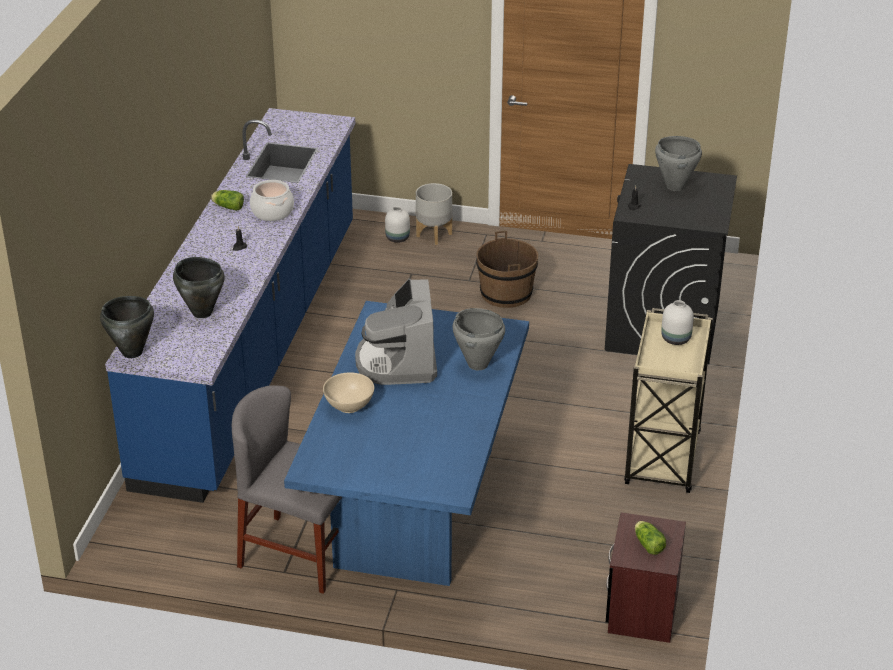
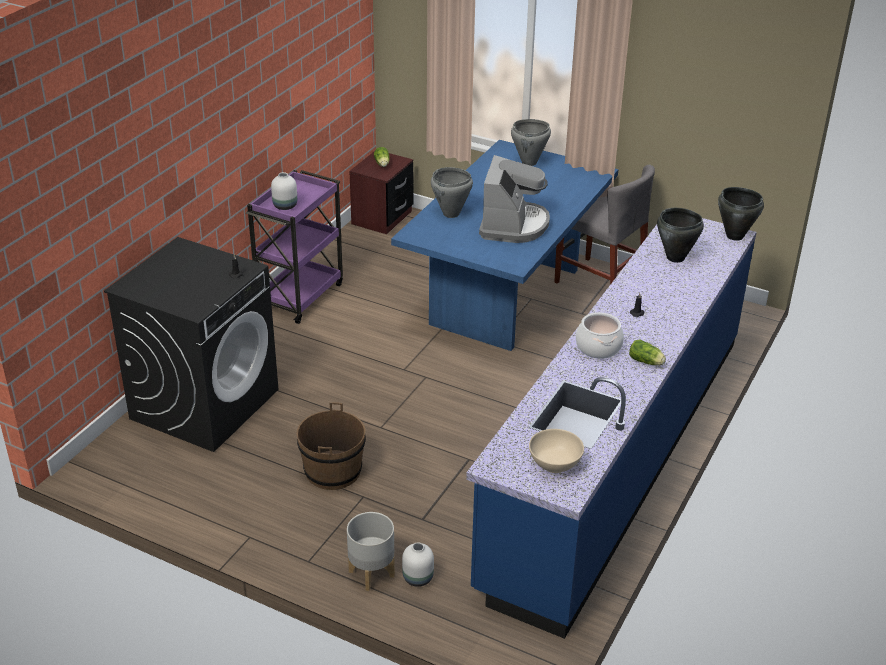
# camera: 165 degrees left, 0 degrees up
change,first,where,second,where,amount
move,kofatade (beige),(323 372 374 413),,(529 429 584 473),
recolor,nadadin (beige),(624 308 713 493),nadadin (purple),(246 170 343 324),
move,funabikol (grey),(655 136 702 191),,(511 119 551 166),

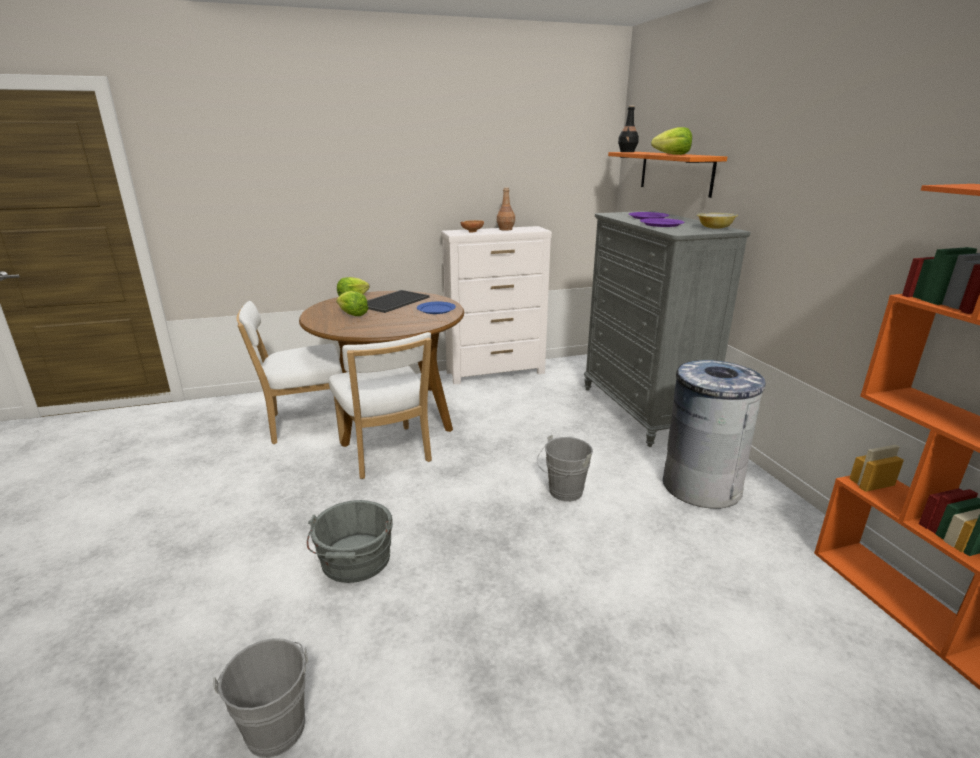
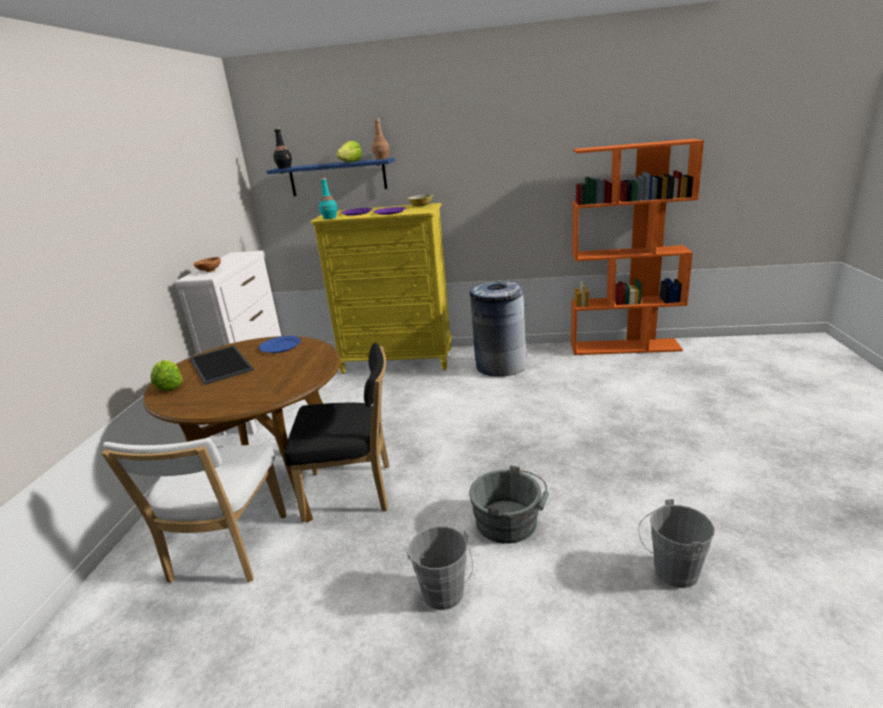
# camera: 65 degrees left, 0 degrees up
change,first,where,second,where,amount
recolor,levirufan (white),(329 332 432 479),levirufan (black),(284 343 390 522),
delete,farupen,(336 291 368 316),,,
move,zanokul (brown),(497 187 515 231),,(372 118 390 160),
move,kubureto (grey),(537 435 593 502),,(406 526 473 610),
recolor,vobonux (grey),(584 211 751 447),vobonux (yellow),(311 203 452 374),
recolor,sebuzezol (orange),(608 152 727 198),sebuzezol (blue),(267 158 395 196),
insert,,,zanokul (turquoise),(319 178 338 219),

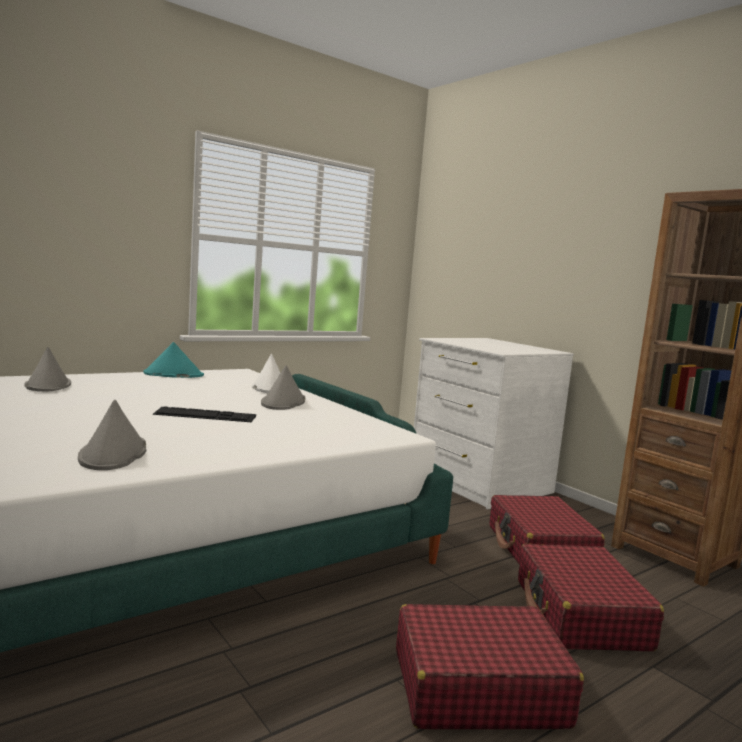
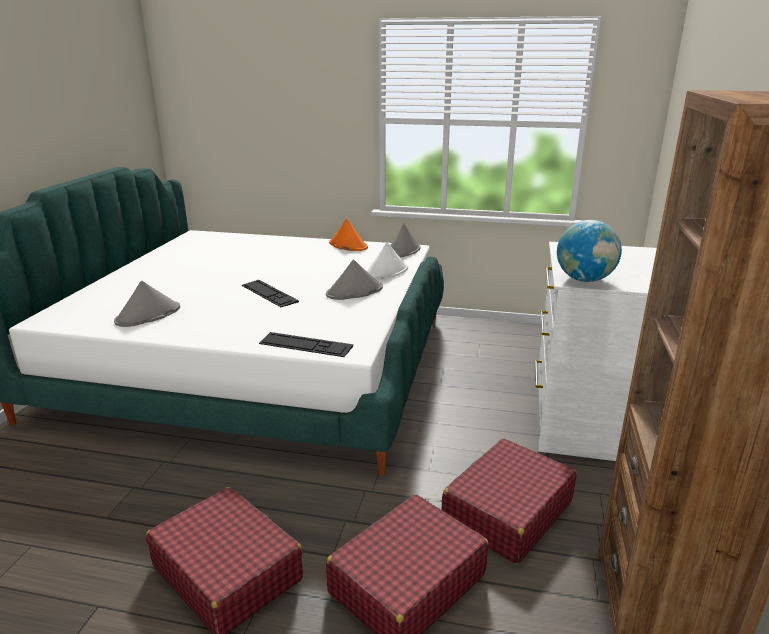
# camera: 50 degrees right, 15 degrees up
change,first,where,second,where,amount
move,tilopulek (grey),(25 347 71 392),,(390 223 421 257),
recolor,tilopulek (turquoise),(143 342 204 378),tilopulek (orange),(329 218 368 251),
insert,,,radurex,(259 332 353 357),
insert,,,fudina,(557 220 622 282),

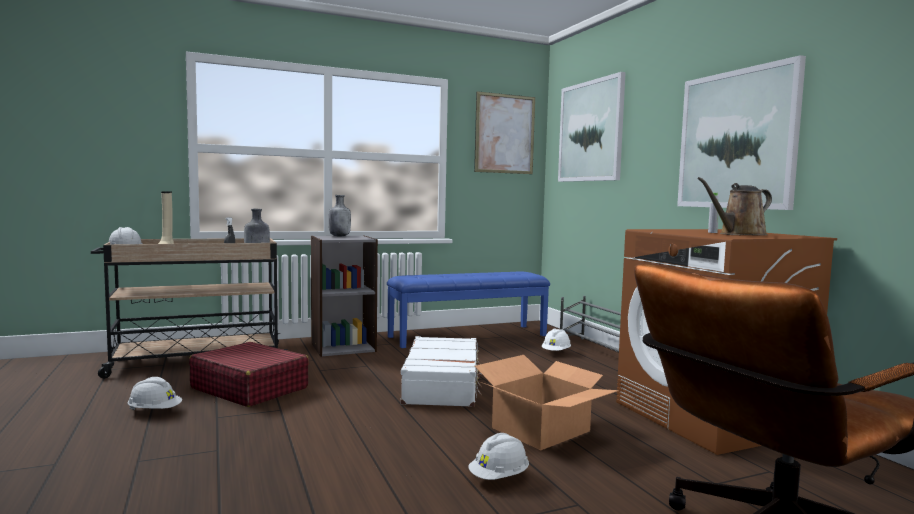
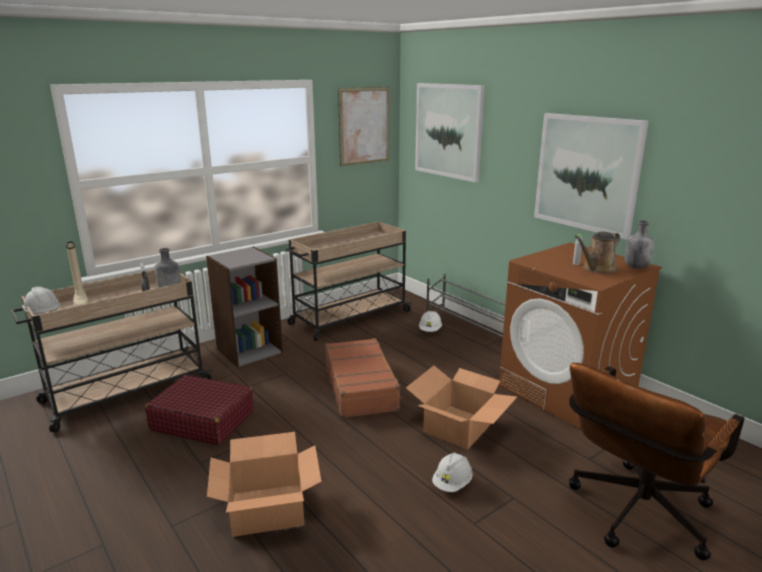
# camera: 15 degrees left, 15 degrees up
change,first,where,second,where,amount
delete,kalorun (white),(127 377 182 410),,,
move,zanokul (grey),(329 195 351 237),,(625 220 654 269),
replace,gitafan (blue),(387 271 550 348),nadadin (beige),(286 222 412 341),
recolor,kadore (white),(400 336 482 407),kadore (brown),(325 338 402 418),
insert,,,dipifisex,(207 432 322 537),

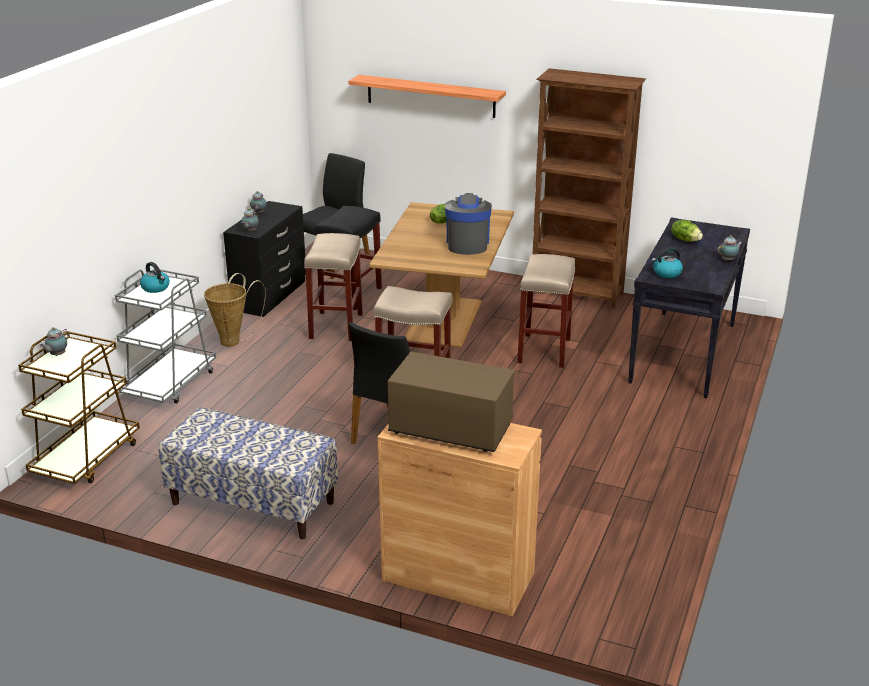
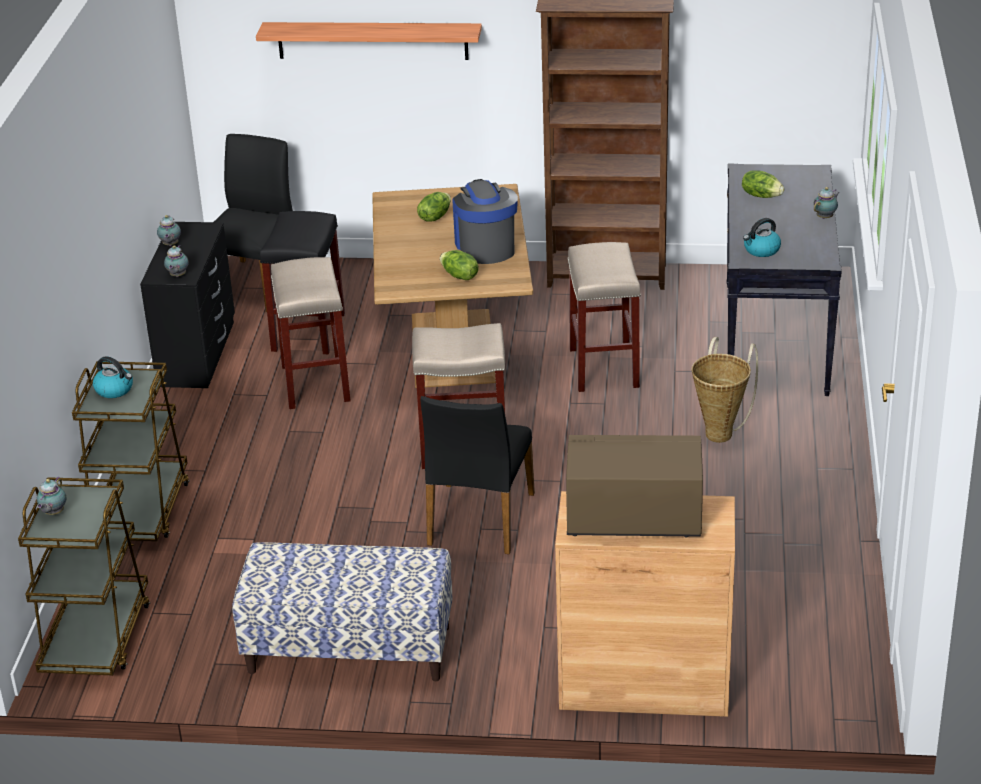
# camera: 15 degrees left, 5 degrees up
change,first,where,second,where,amount
recolor,nadadin (grey),(115 269 216 404),nadadin (brown),(72 361 190 541),
move,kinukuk,(204 273 266 347),,(691 337 758 443),
insert,,,farupen,(440 250 479 280),

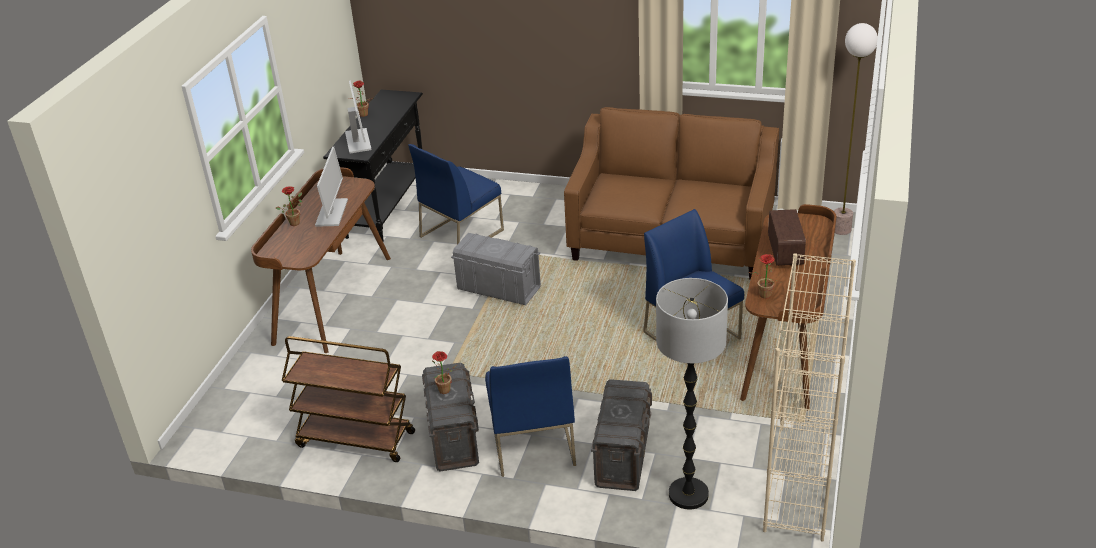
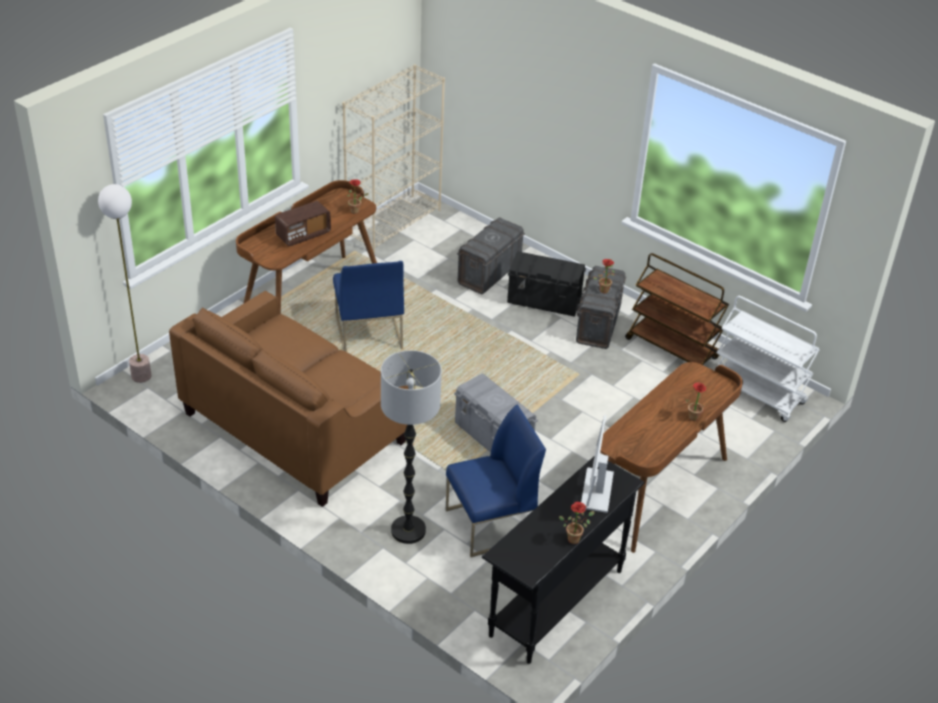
# camera: 160 degrees left, 5 degrees up
change,first,where,second,where,amount
delete,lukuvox,(315 147 348 227),,,
replace,levirufan (blue),(485 356 576 477),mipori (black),(507 251 586 317),
move,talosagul,(656 278 728 510),,(381 350 442 544),
rotate,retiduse,(768 209 806 266),,(275 201 331 246),150 degrees counterclockwise
insert,,,nadadin (white),(717 296 820 422),

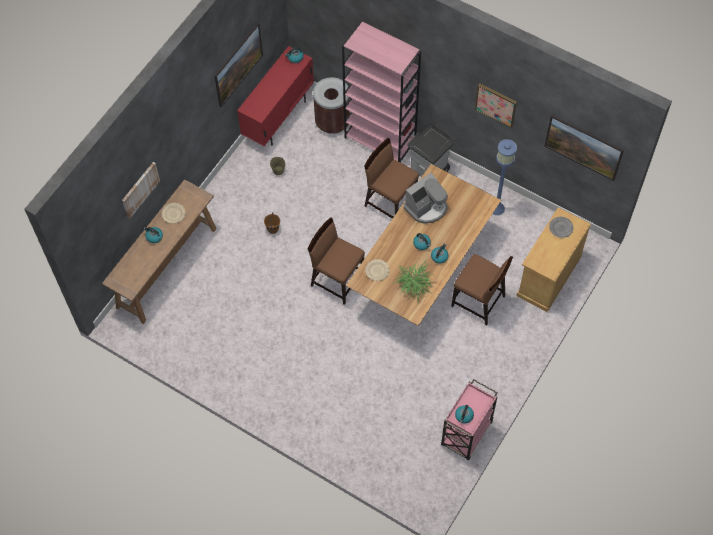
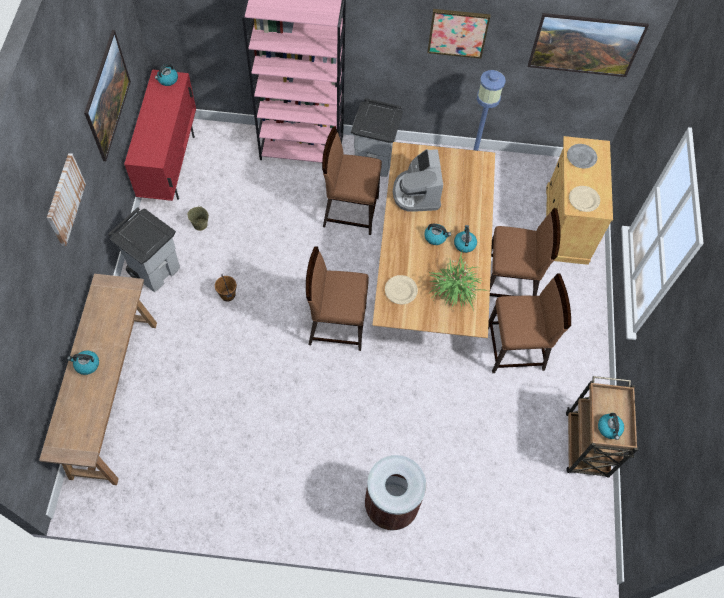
# camera: 30 degrees left, 0 degrees up
change,first,where,second,where,amount
move,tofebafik,(122 162 160 219),,(47 153 86 246),
move,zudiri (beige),(162 203 185 224),,(569 186 600 212),
move,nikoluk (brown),(313 77 350 134),,(365 455 426 531),
rotate,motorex,(404 173 448 224),,(393 149 443 212),150 degrees clockwise
recolor,nadadin (pink),(441 379 498 460),nadadin (brown),(566 376 638 478),
insert,,,nikoluk (grey),(108 207 180 292),
insert,,,levirufan (brown),(488 273 571 373),

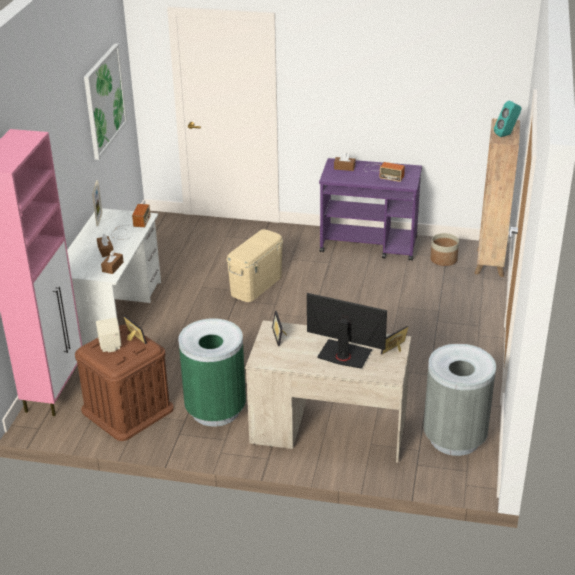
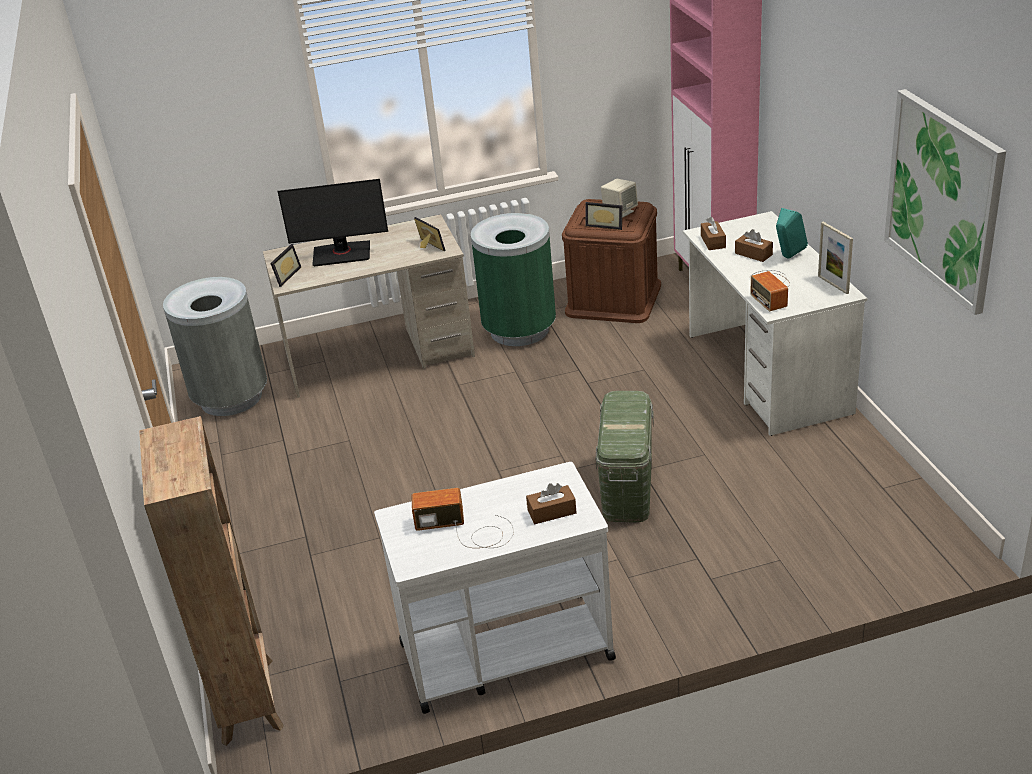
# camera: 155 degrees right, 0 degrees up
change,first,where,second,where,amount
recolor,mipori (beige),(227 229 283 302),mipori (green),(595 391 654 522),
recolor,nadadin (purple),(319 158 422 261),nadadin (white),(374 462 616 714),
delete,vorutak,(430 233 459 266),,,
move,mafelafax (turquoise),(494 101 522 137),,(776 208 808 258),

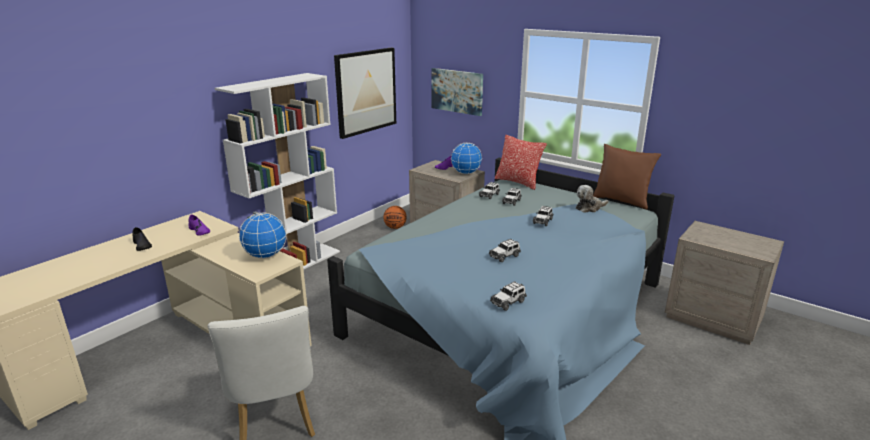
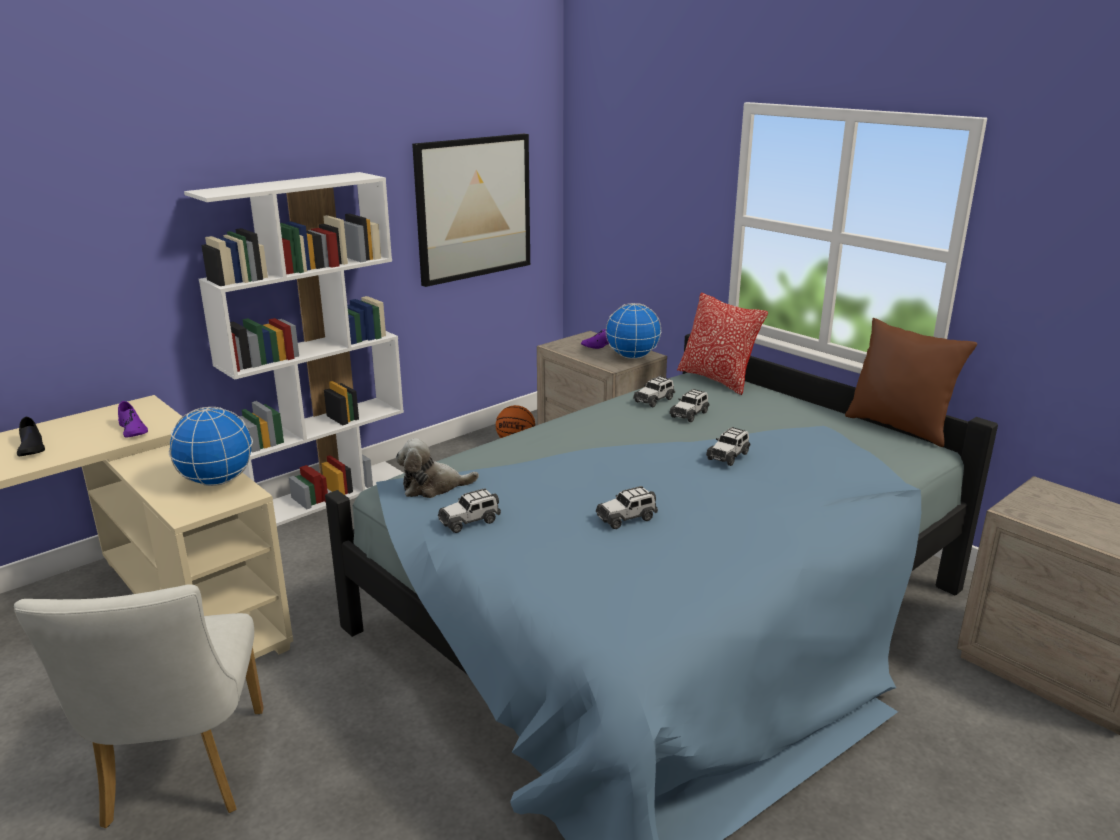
# camera: 10 degrees right, 0 degrees up
change,first,where,second,where,amount
delete,tofebafik,(431 68 483 116),,,
move,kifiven,(490 281 527 311),,(438 488 501 533),
move,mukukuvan,(576 185 608 212),,(396 438 479 498),

